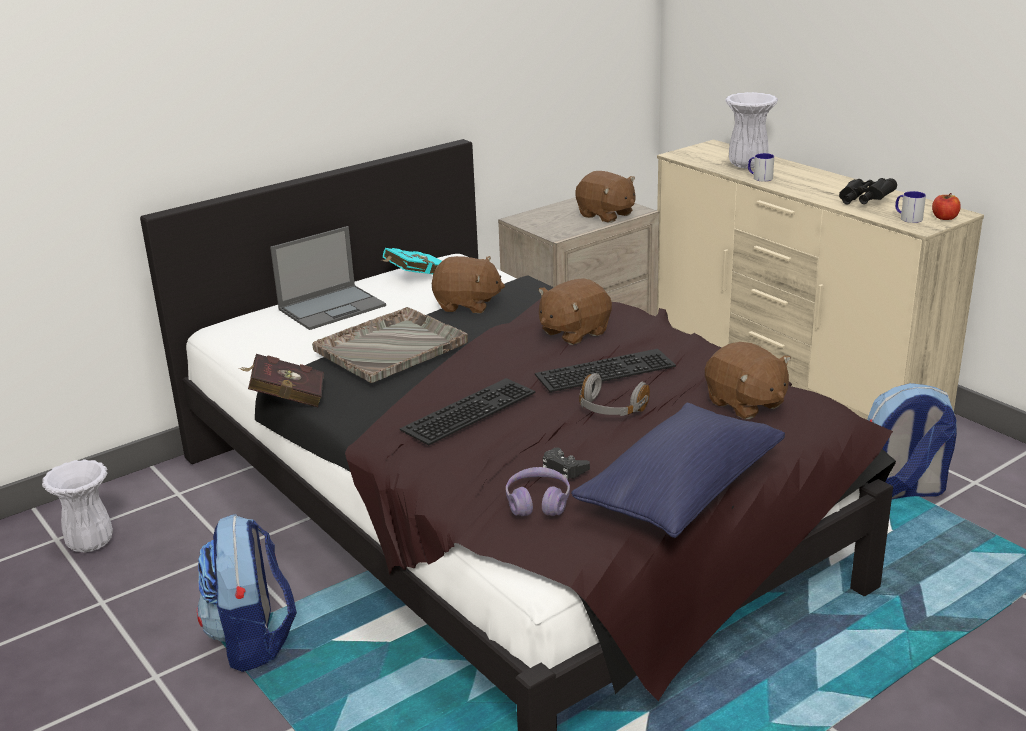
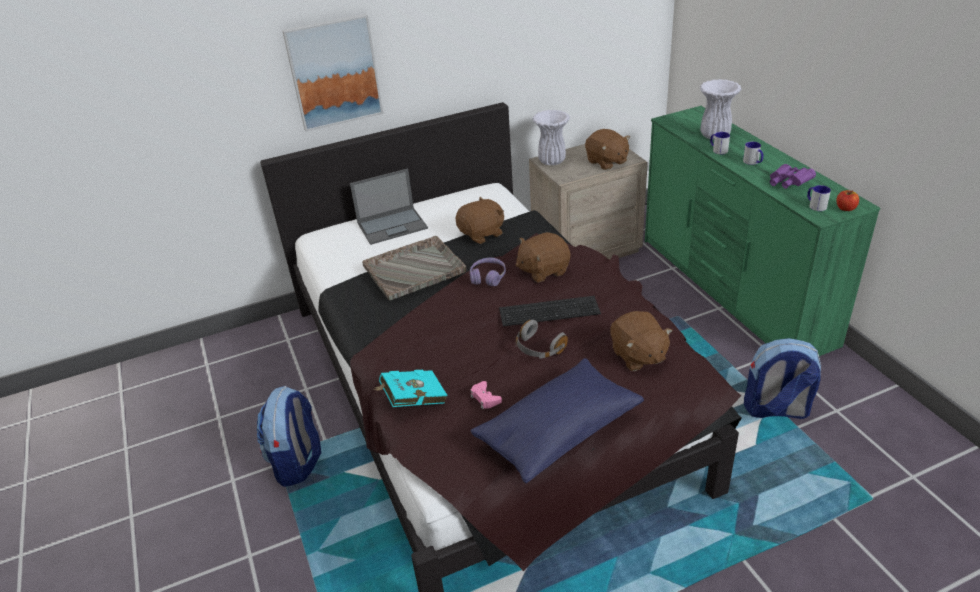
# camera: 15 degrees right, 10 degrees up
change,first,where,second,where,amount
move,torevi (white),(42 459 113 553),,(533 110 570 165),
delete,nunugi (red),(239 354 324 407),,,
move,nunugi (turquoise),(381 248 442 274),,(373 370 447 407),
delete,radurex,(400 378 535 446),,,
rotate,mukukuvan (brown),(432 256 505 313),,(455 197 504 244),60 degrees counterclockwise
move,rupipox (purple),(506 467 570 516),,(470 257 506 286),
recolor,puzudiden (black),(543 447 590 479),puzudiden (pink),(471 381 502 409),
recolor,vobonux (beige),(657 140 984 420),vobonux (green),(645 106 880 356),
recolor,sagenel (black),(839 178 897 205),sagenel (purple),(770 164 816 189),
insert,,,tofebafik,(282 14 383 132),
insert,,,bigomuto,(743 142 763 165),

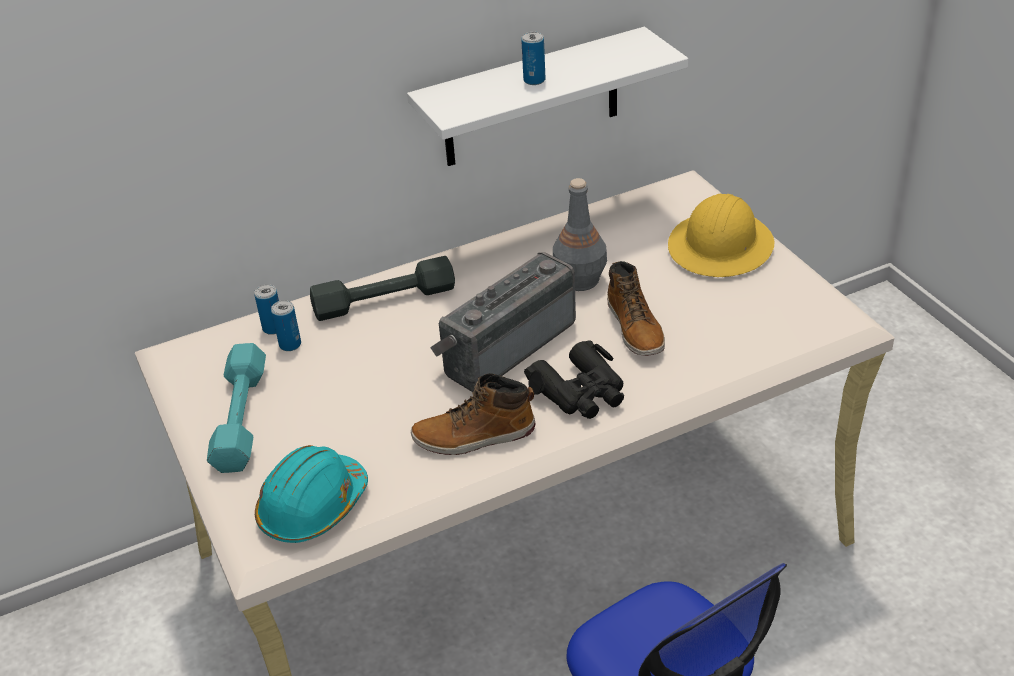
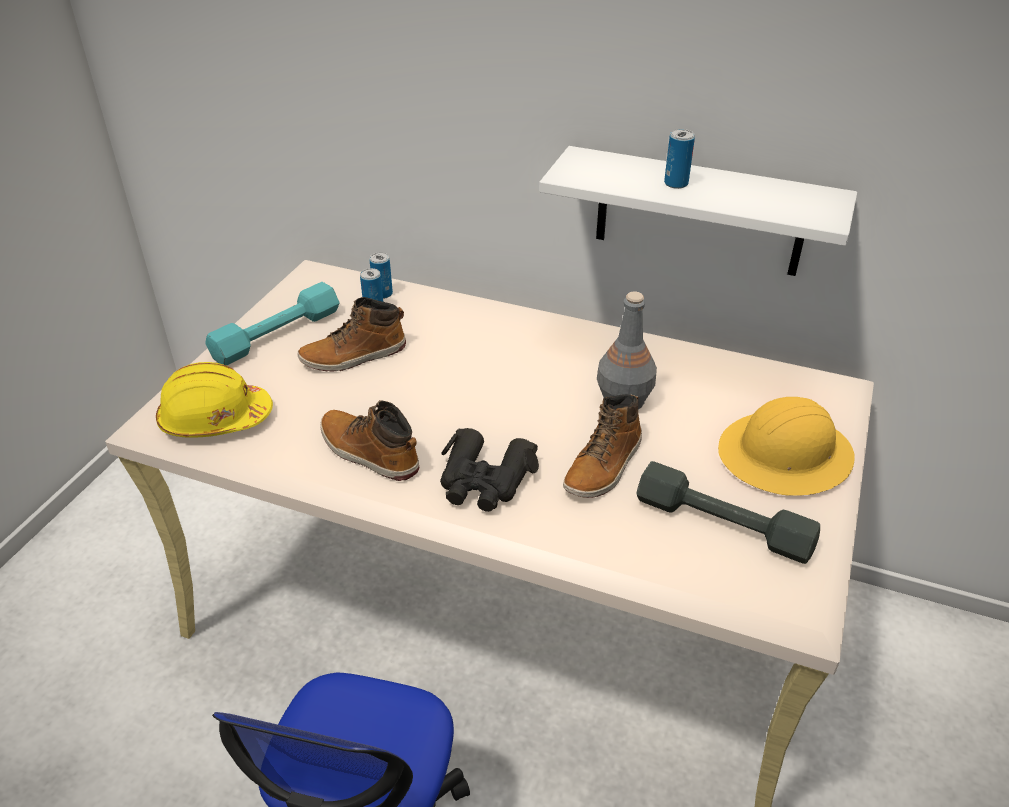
# camera: 45 degrees right, 0 degrees up
change,first,where,second,where,amount
recolor,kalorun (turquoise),(255 445 368 543),kalorun (yellow),(156 362 273 438),
move,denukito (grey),(310 256 455 321),,(636 461 820 564),
delete,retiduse,(430 252 576 392),,,
insert,,,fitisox,(298 297 406 372),

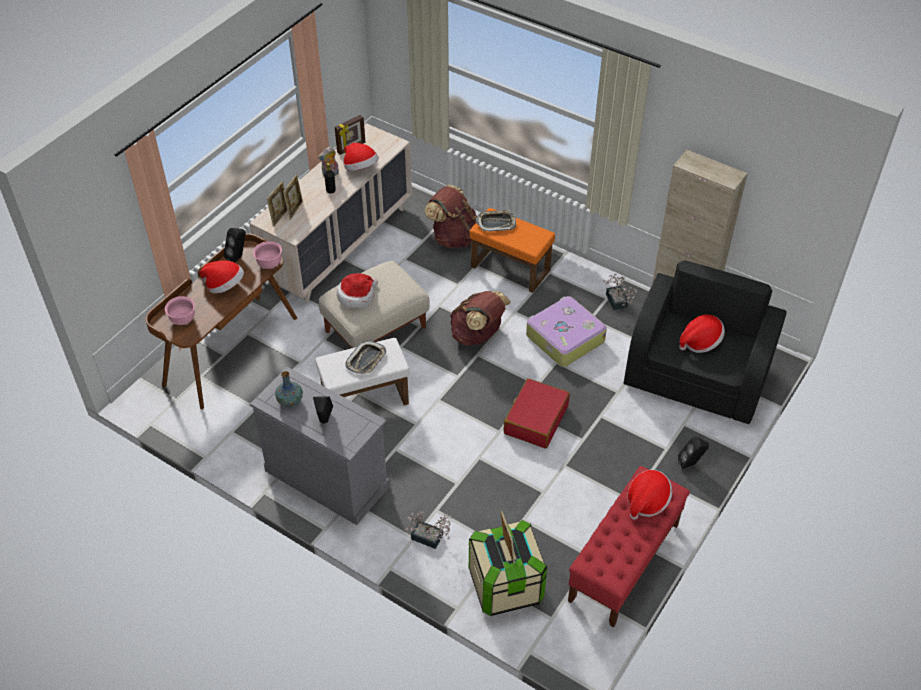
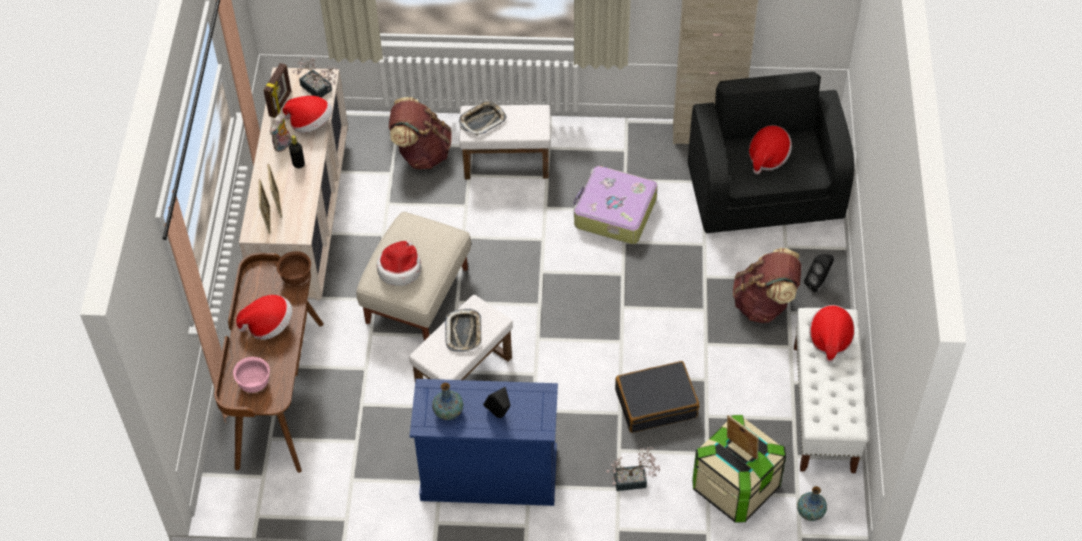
# camera: 30 degrees left, 5 degrees up
change,first,where,second,where,amount
delete,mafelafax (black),(224 228 246 263),,,
recolor,vobonux (grey),(250 367 390 525),vobonux (blue),(410 379 558 506),
recolor,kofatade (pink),(253 241 282 268),kofatade (brown),(276 251 311 285),
move,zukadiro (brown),(450 291 511 346),,(733 248 801 323),
recolor,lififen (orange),(469 208 555 293),lififen (white),(459 105 551 180),
delete,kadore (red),(504 378 570 449),,,
recolor,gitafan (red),(568 466 690 627),gitafan (white),(794 308 868 473),
move,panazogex,(603 273 637 310),,(292 58 337 98),
insert,,,kadore (black),(615 361 699 433),
insert,,,torevi,(797 486 827 521),

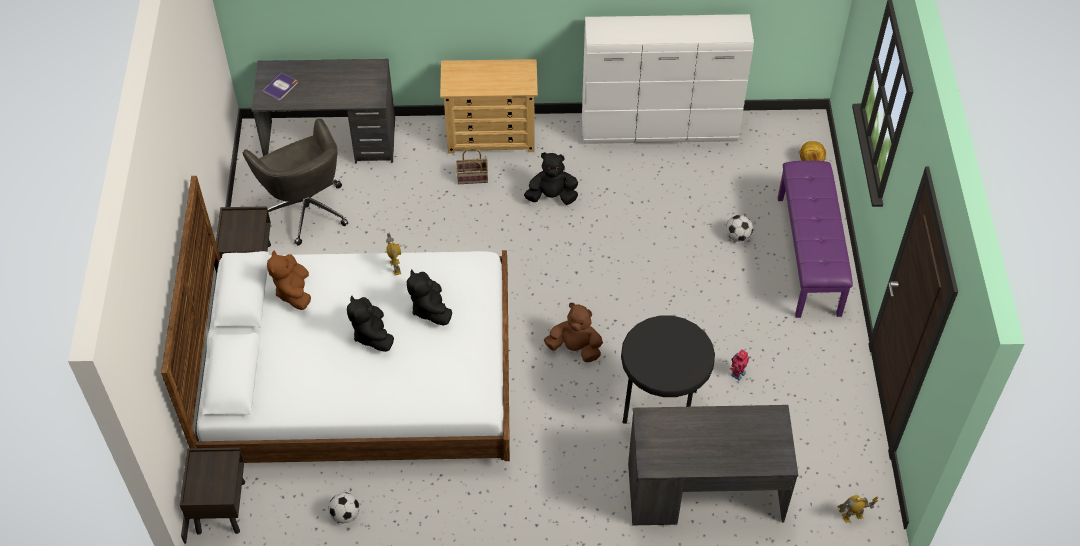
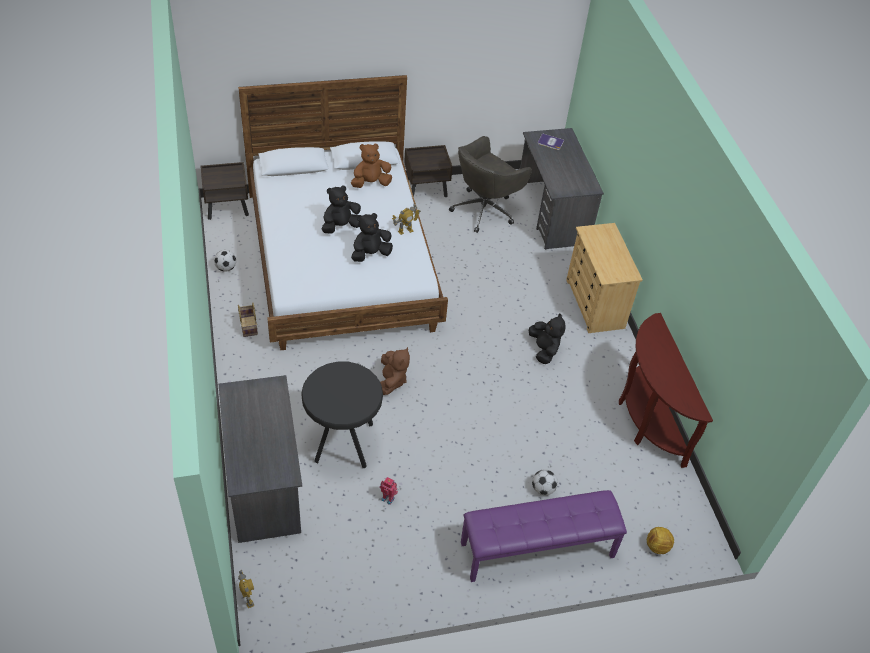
# camera: 75 degrees right, 5 degrees down
change,first,where,second,where,amount
move,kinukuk,(456 148 488 184),,(238 303 258 337),
replace,vobonux (white),(582 14 754 144),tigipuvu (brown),(619 313 713 468),

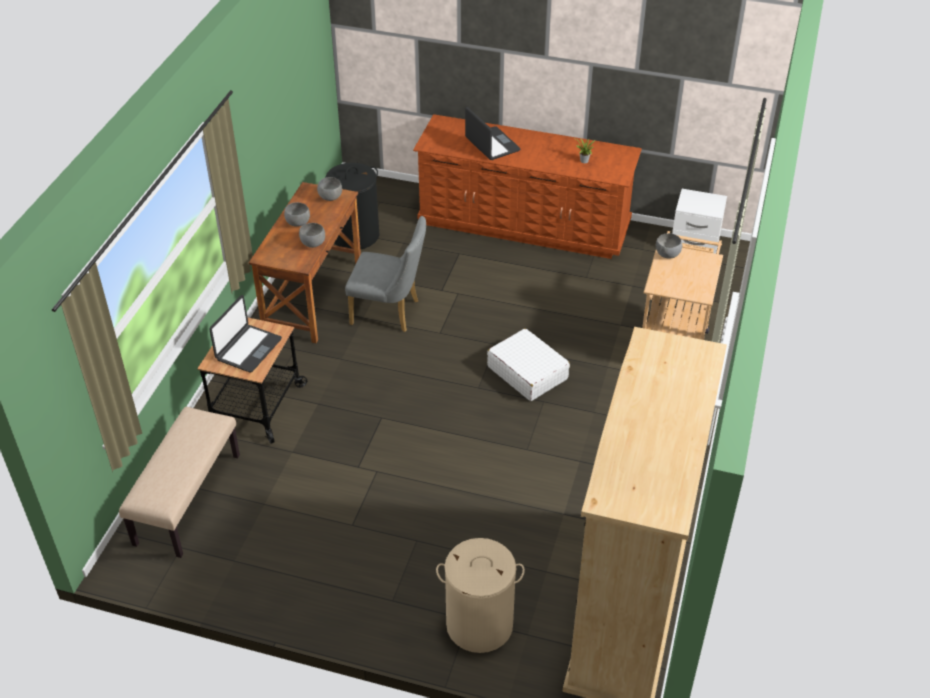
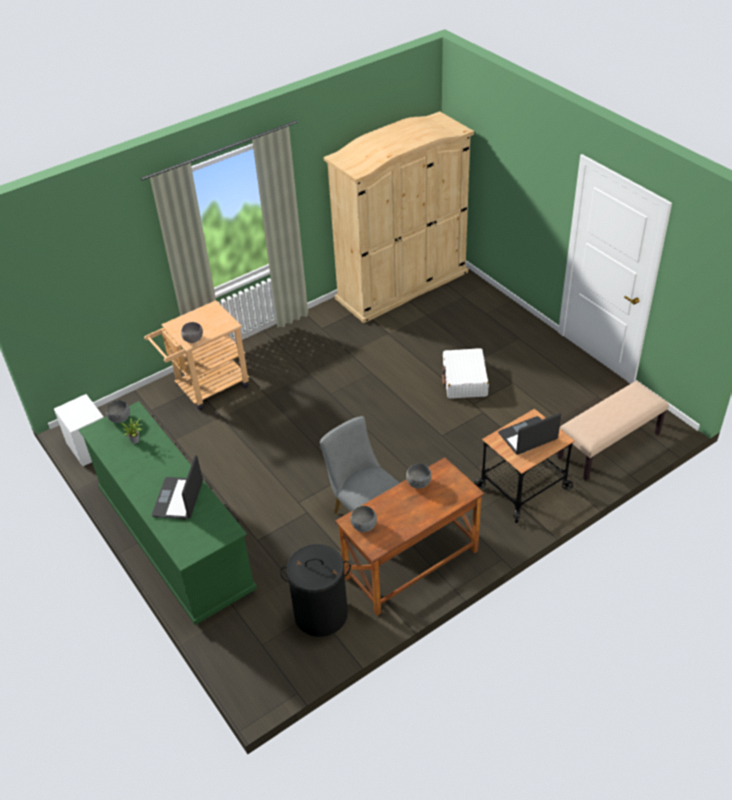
# camera: 140 degrees left, 0 degrees up
change,first,where,second,where,amount
move,kofatade (grey),(284 202 310 227),,(106 400 130 423),
recolor,vobonux (brown),(413 114 642 259),vobonux (green),(79 401 257 625),
delete,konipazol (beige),(436 538 525 653),,,
move,kadore (white),(487 328 570 401),,(442 348 489 399),

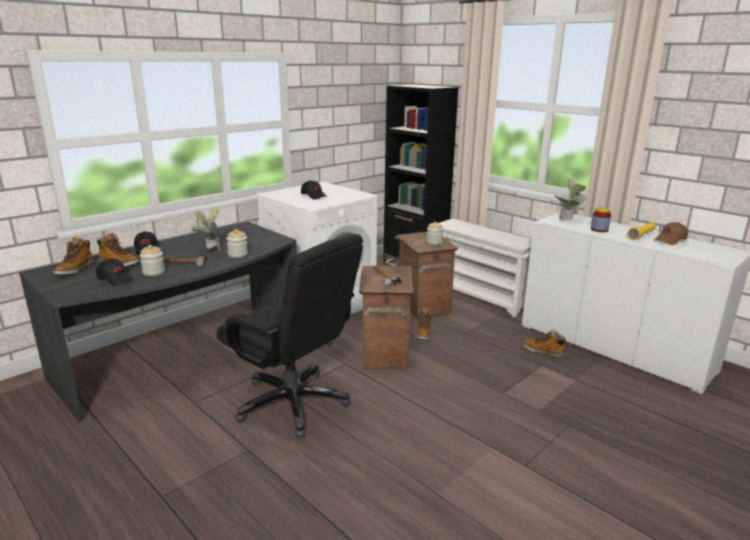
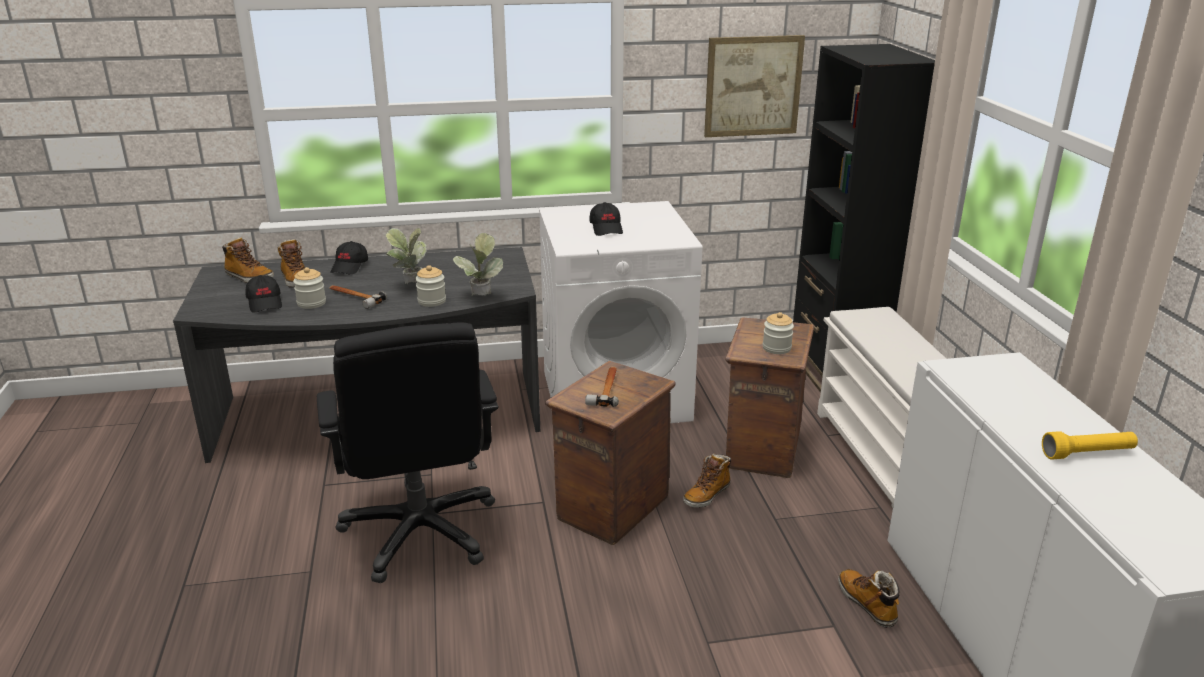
# camera: 35 degrees right, 5 degrees up
change,first,where,second,where,amount
rotate,fitisox,(53 237 94 275),,(222 237 274 283),105 degrees counterclockwise
move,panazogex,(555 179 586 220),,(453 233 503 296),
delete,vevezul,(591 208 611 232),,,
delete,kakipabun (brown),(654 222 688 245),,,
insert,,,tofebafik,(704 35 805 137),

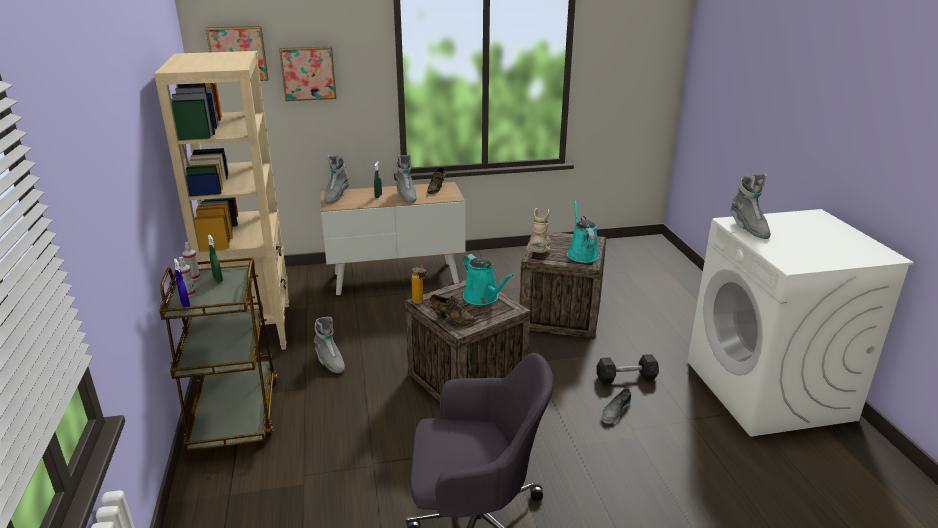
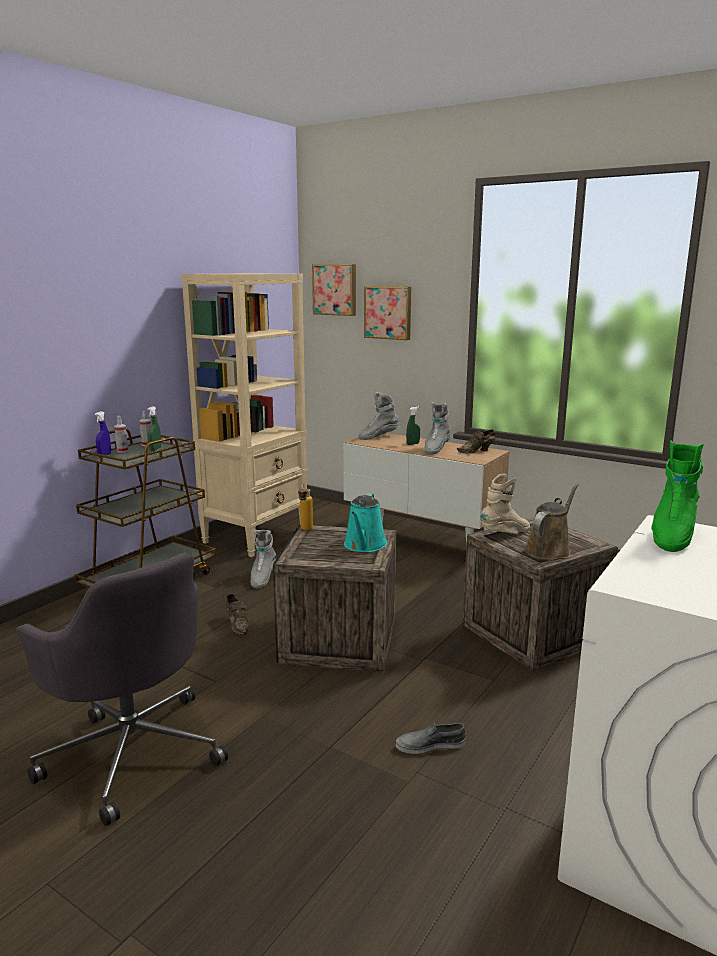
# camera: 45 degrees right, 10 degrees down
change,first,where,second,where,amount
move,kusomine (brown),(429 294 478 324),,(225 594 249 635),
recolor,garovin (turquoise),(567 200 599 263),garovin (brown),(524 483 579 560),
delete,denukito (grey),(597 354 659 384),,,
recolor,fitisox (grey),(730 173 771 239),fitisox (green),(651 440 704 552),

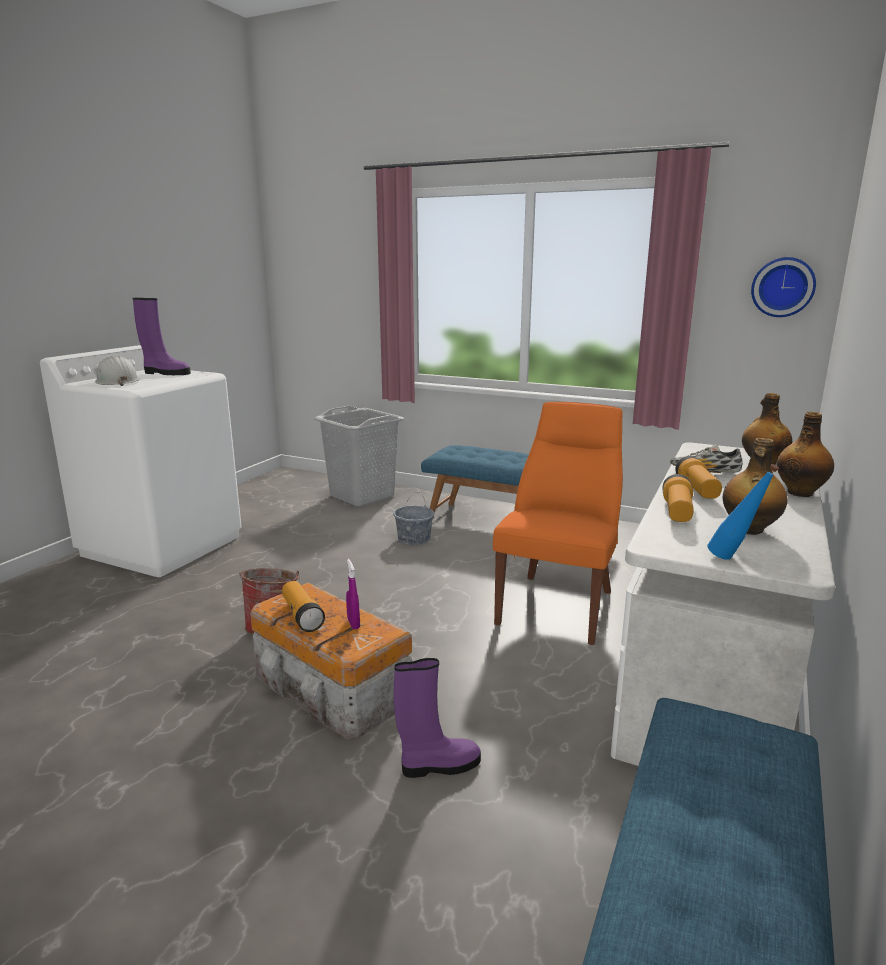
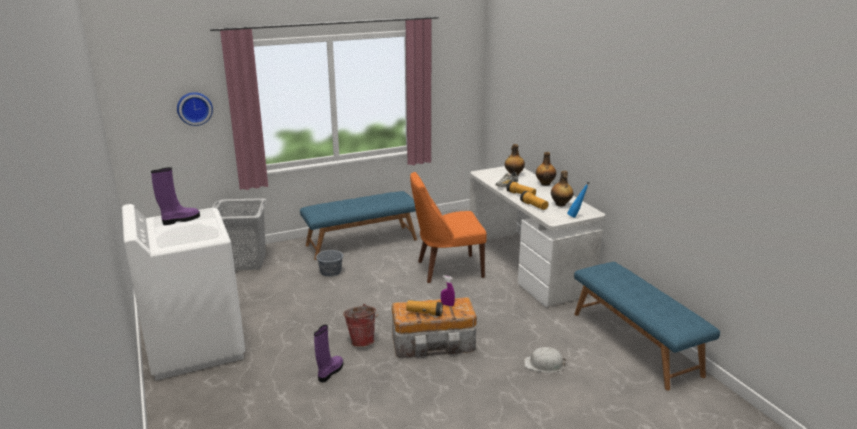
# camera: 50 degrees left, 5 degrees up
change,first,where,second,where,amount
move,kalorun (white),(95 356 140 386),,(524 347 566 373),
move,fitisox (purple),(394 658 481 778),,(314 325 343 382),
rotate,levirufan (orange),(493 402 623 645),,(410 172 487 283),75 degrees counterclockwise
move,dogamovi,(751 257 816 317),,(177 92 213 126),

